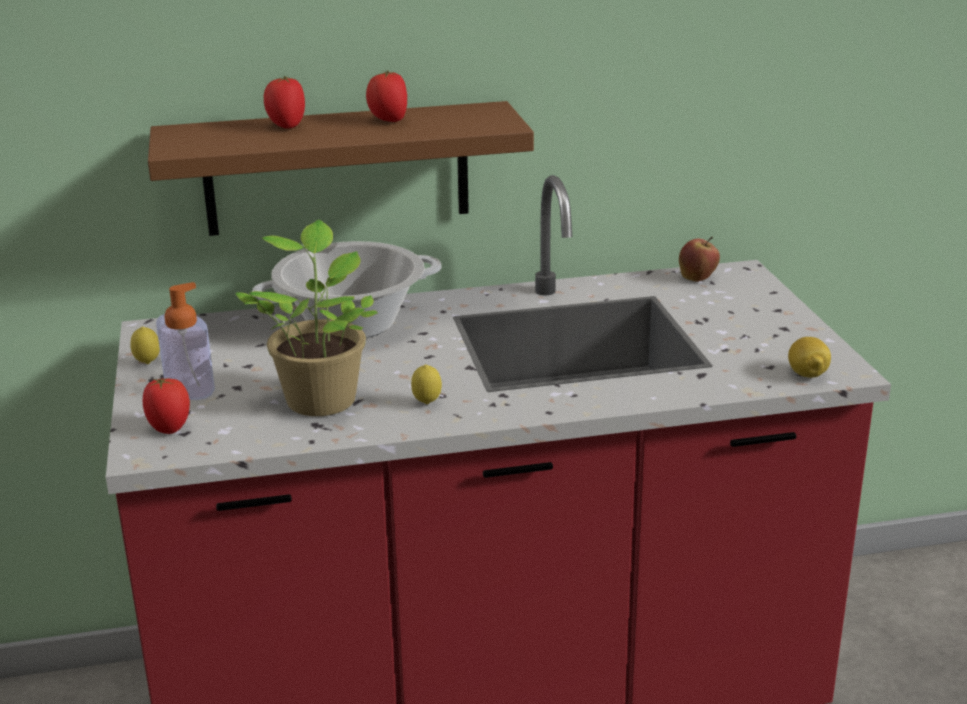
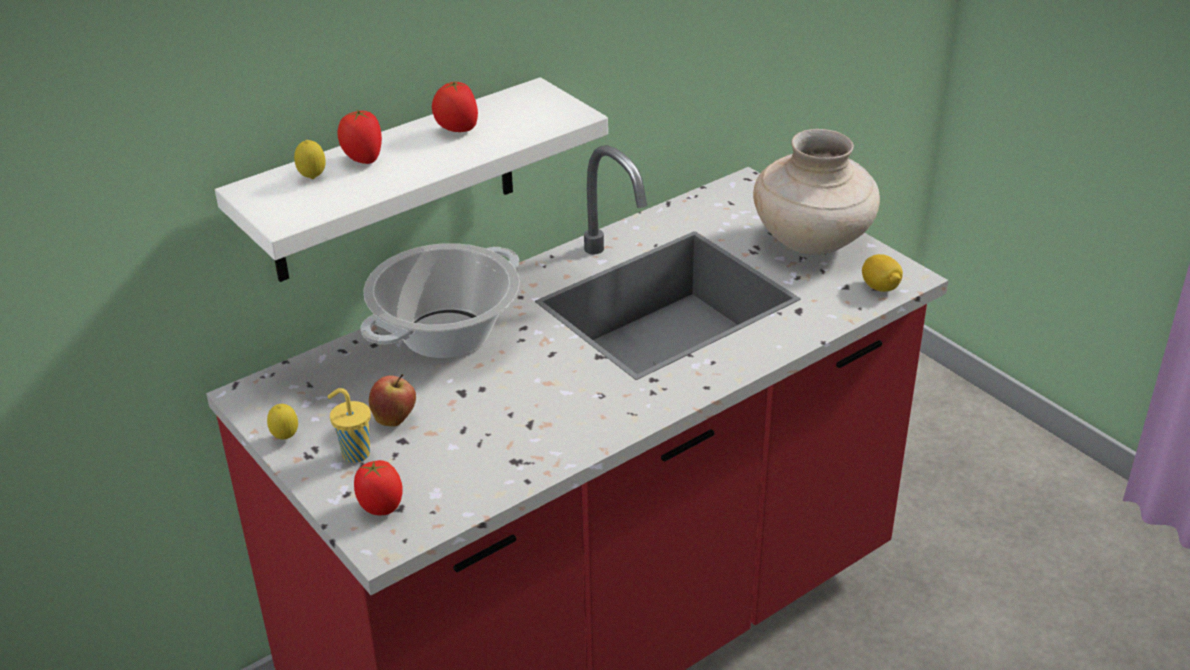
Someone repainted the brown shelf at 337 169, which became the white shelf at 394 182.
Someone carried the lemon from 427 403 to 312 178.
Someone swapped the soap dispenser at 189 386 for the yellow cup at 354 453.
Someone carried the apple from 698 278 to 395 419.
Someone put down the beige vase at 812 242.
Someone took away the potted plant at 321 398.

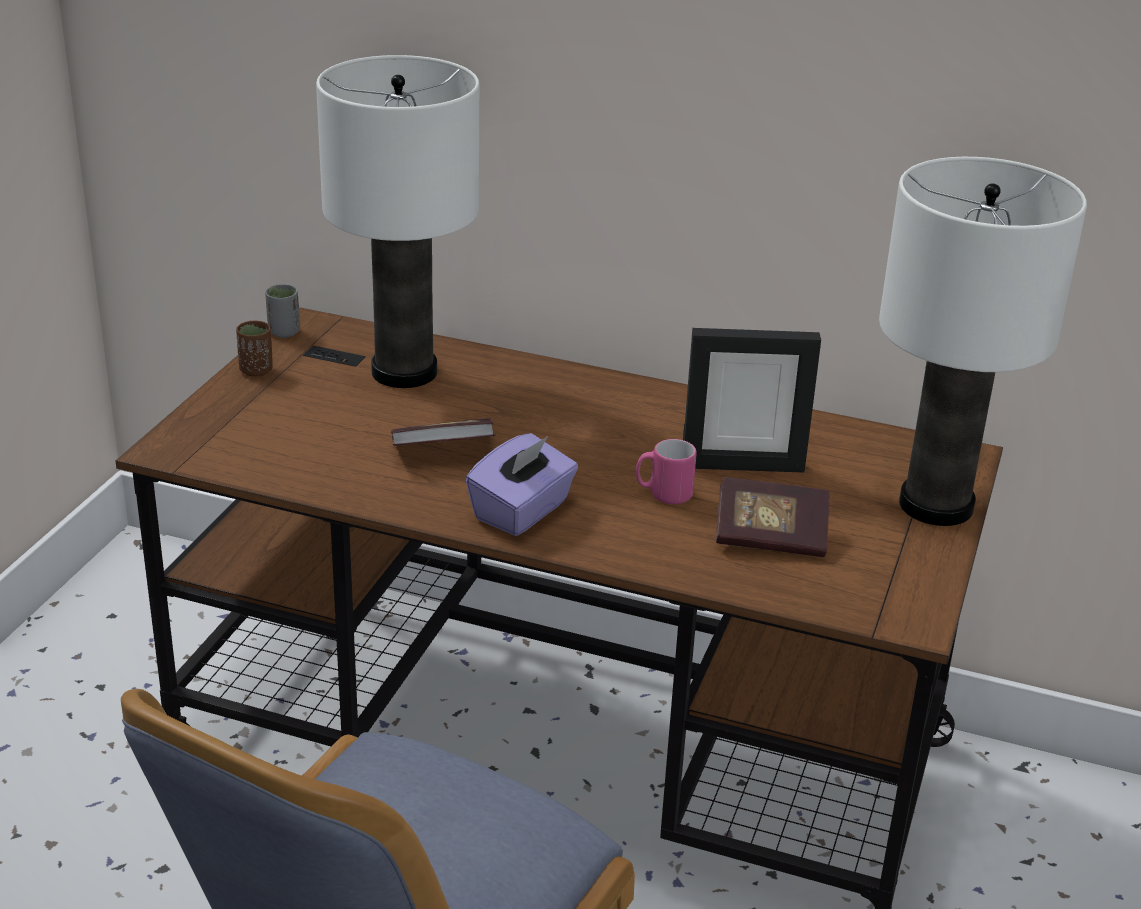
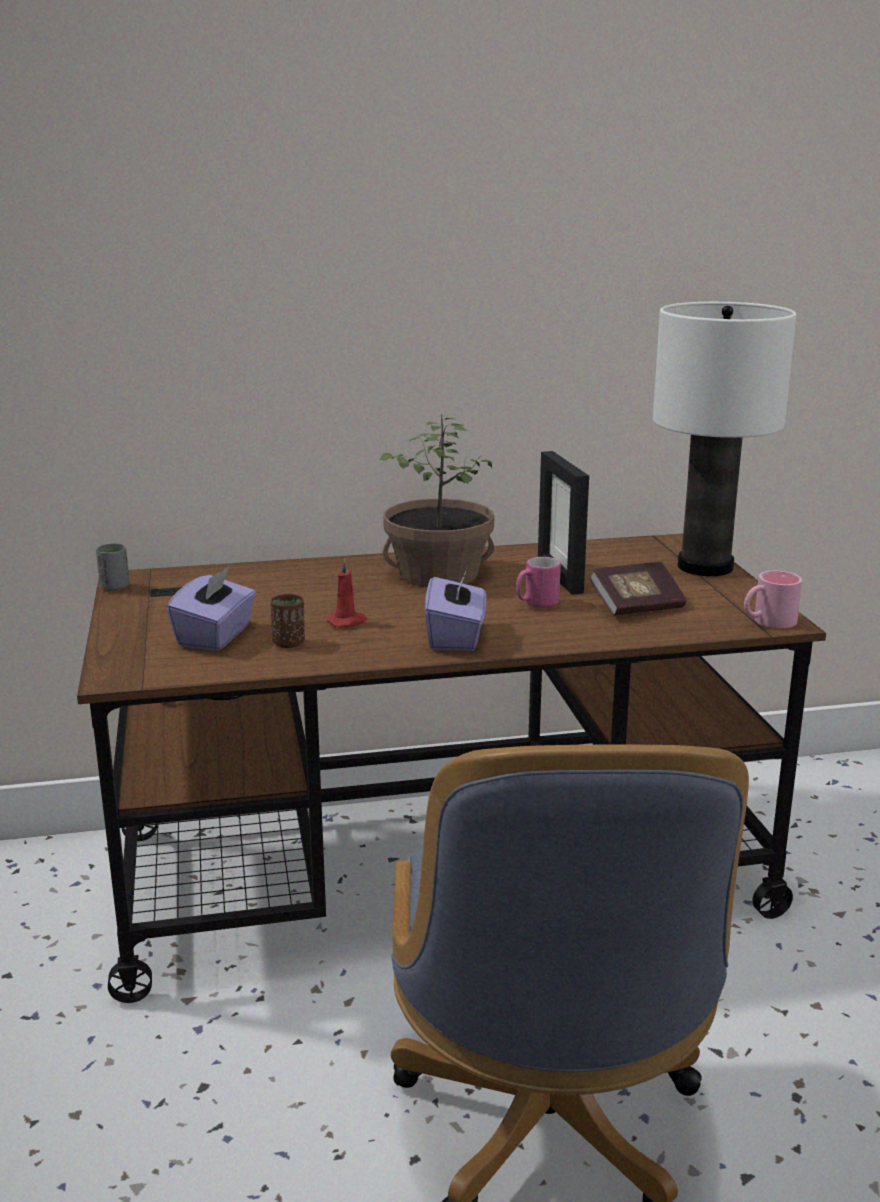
Someone put down the purple tissue box at 215 636.
Someone carried the brown cup from 256 370 to 289 643.
Someone swapped the book at 442 452 for the red candle at 347 622.
Someone put down the potted plant at 438 574.
Someone rotated the picture frame at 742 464 by 105 degrees clockwise.
Someone put down the pink mug at 767 621.
Someone took away the white table lamp at 405 372.

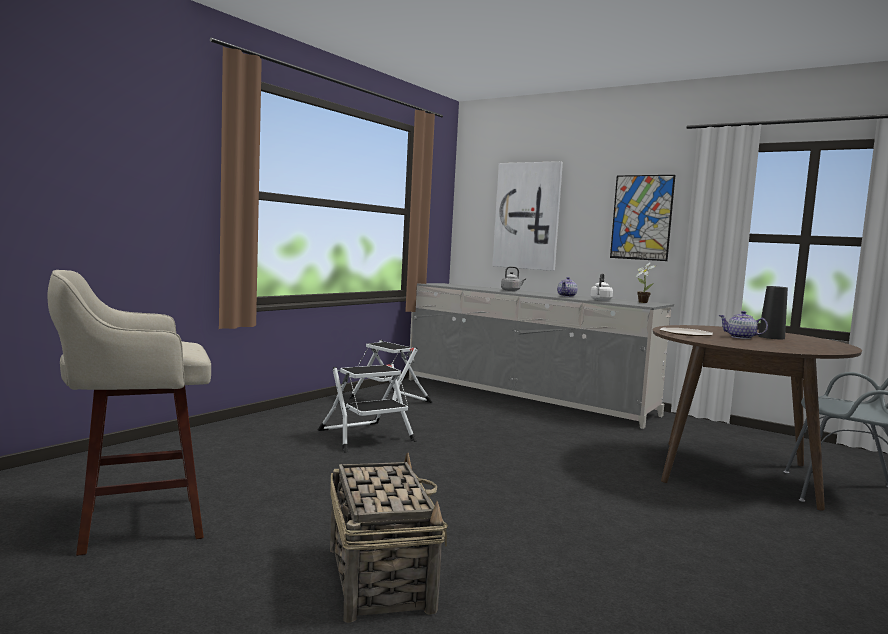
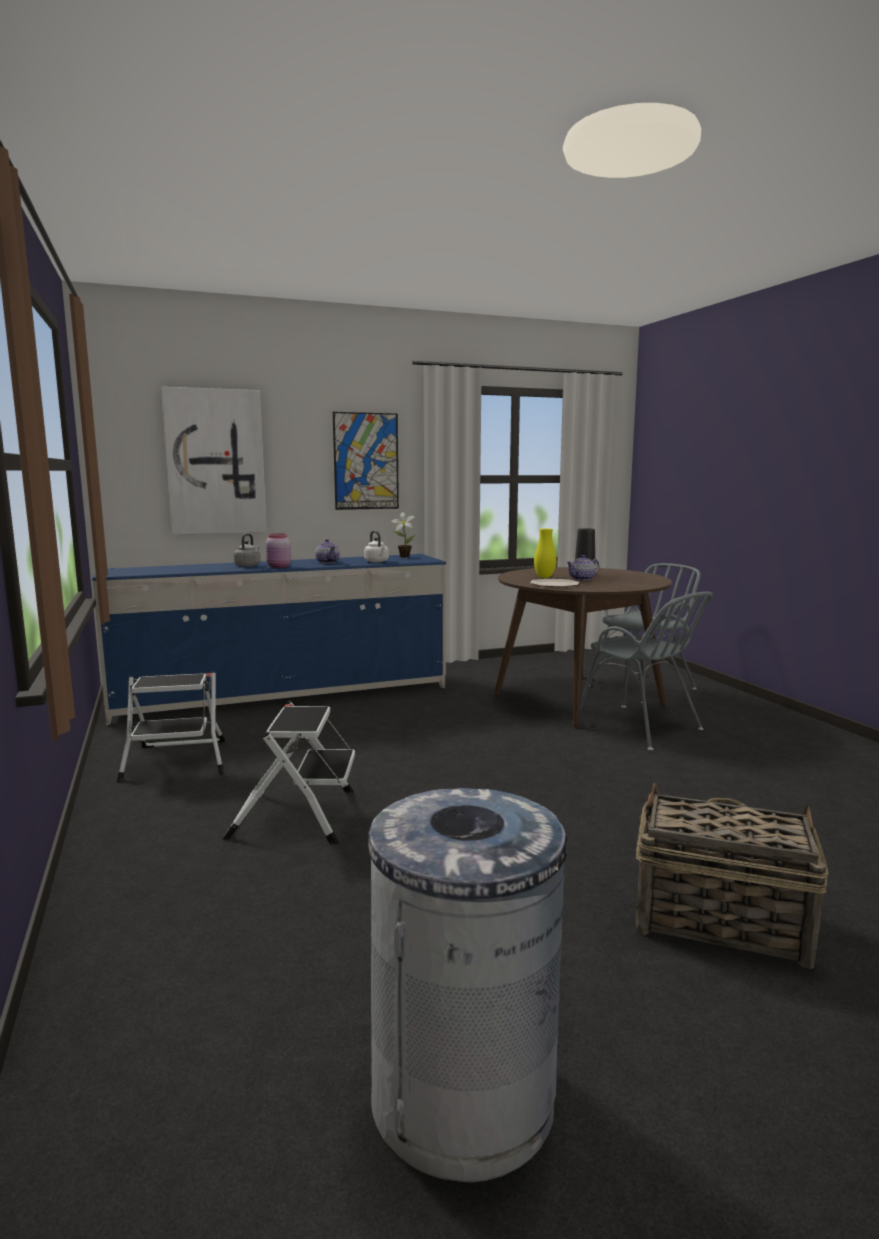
Someone repainted the grey cabinet at 525 396, which became the blue cabinet at 282 694.
Someone put down the pink jar at 279 567.
Someone swapped the beige stool at 134 525 for the grey trash can at 464 1097.
Someone put down the yellow vase at 544 577.
Someone put down the grey chair at 641 727.

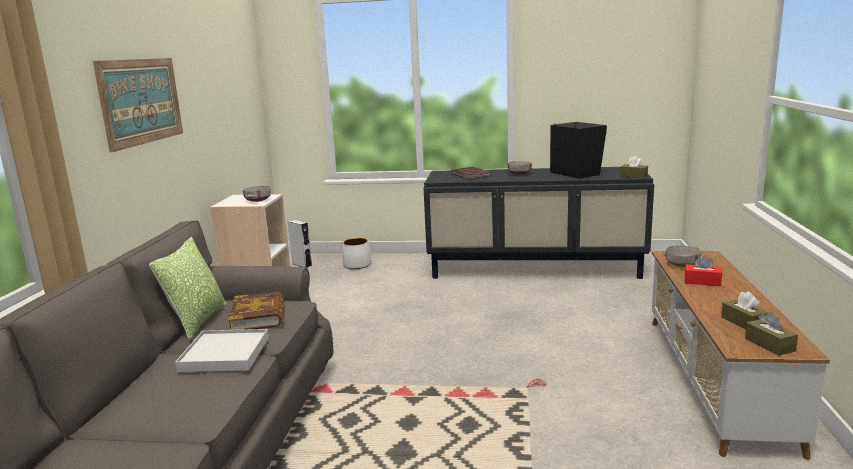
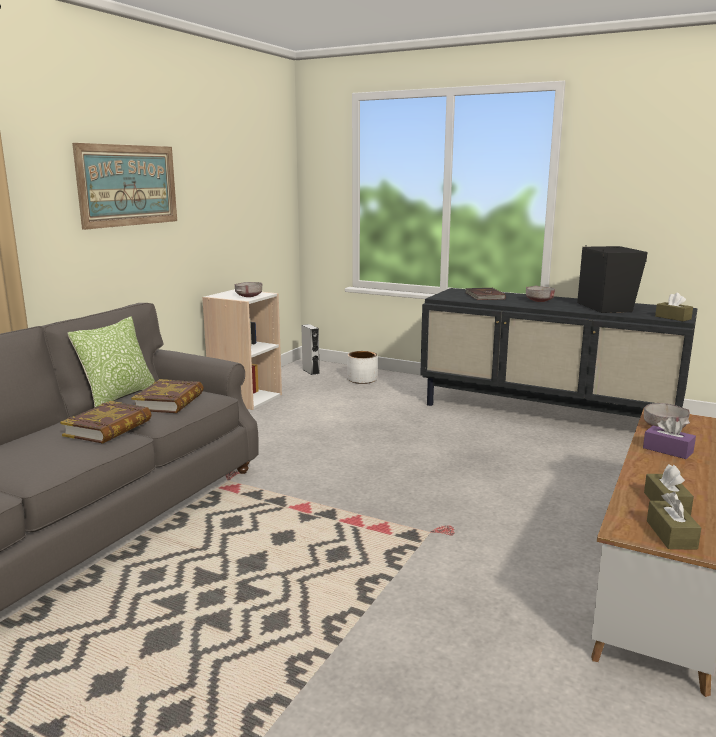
Someone swapped the white tray at 225 354 for the book at 108 428.
Someone repainted the red tissue box at 702 281, which became the purple tissue box at 667 450.

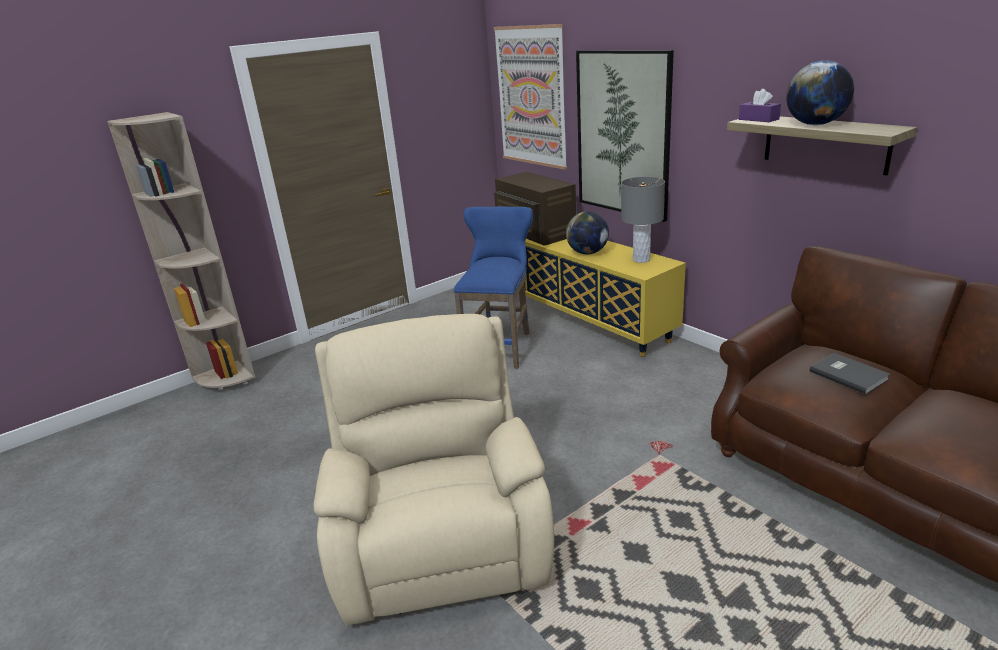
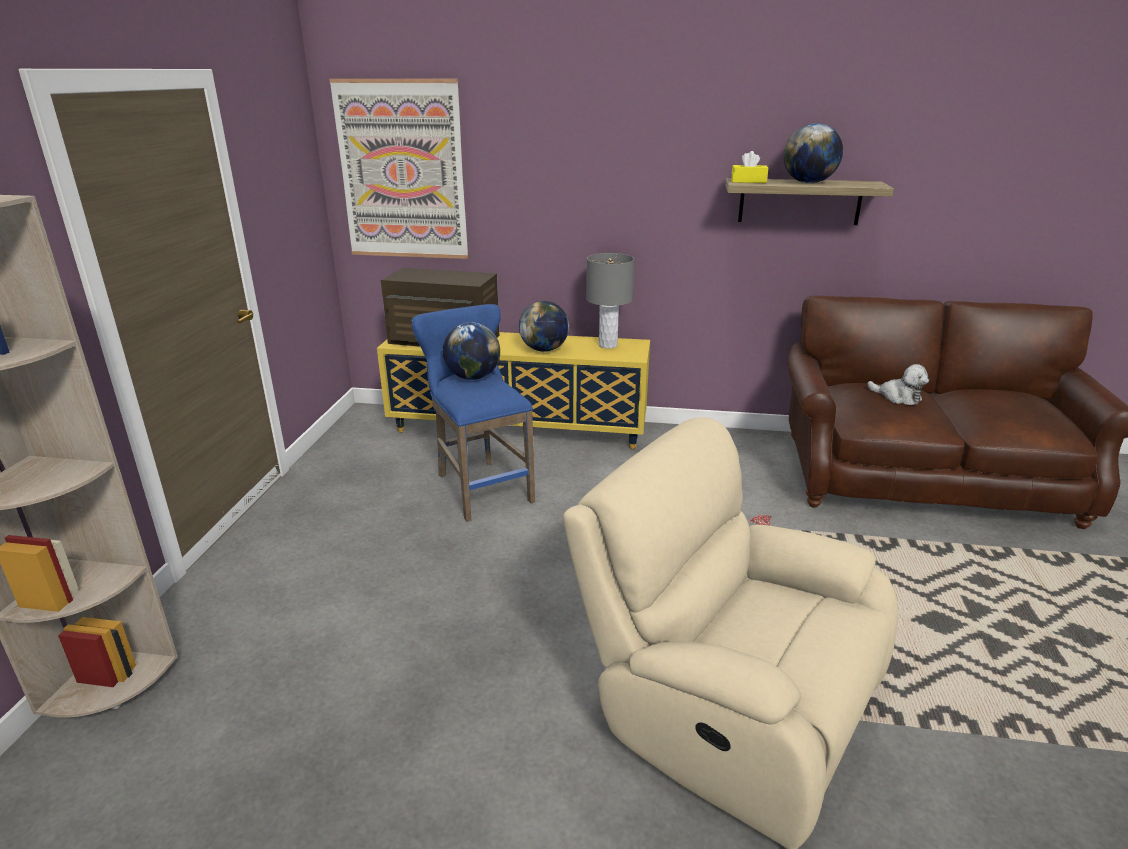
Someone put down the globe at 473 377.
Someone repainted the purple tissue box at 758 119, which became the yellow tissue box at 748 181.
Someone swapped the grey book at 848 374 for the plush toy at 898 397.
Someone took away the picture at 622 134.

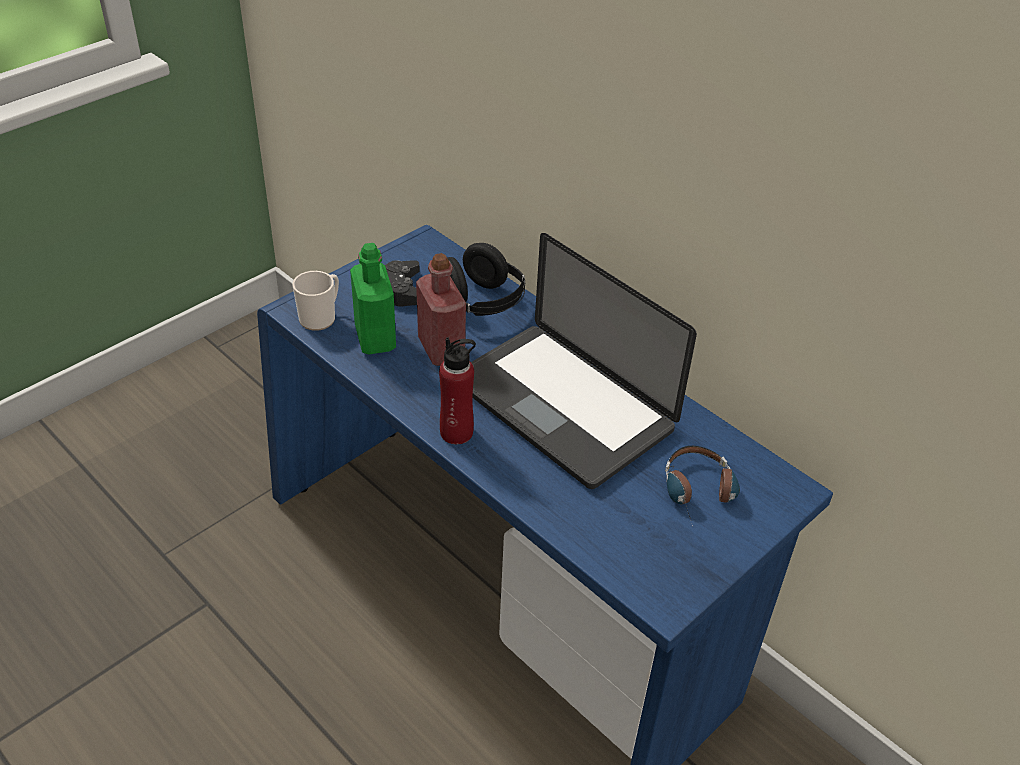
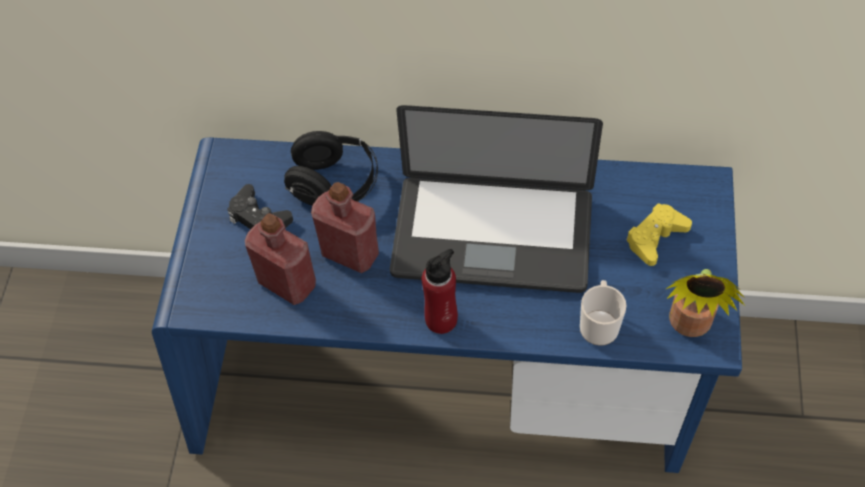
Someone repainted the green bottle at 375 338, which became the red bottle at 287 283.
Someone carried the mug from 320 317 to 599 324.
Someone swapped the headphones at 700 495 for the yellow game controller at 655 237.
Someone put down the potted plant at 689 326.

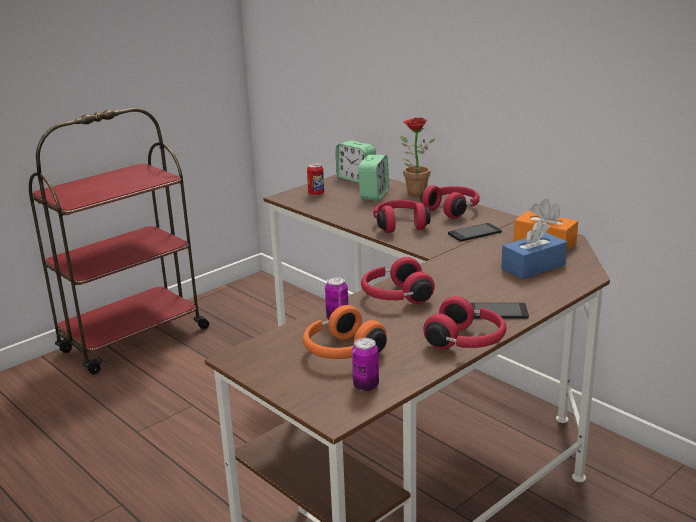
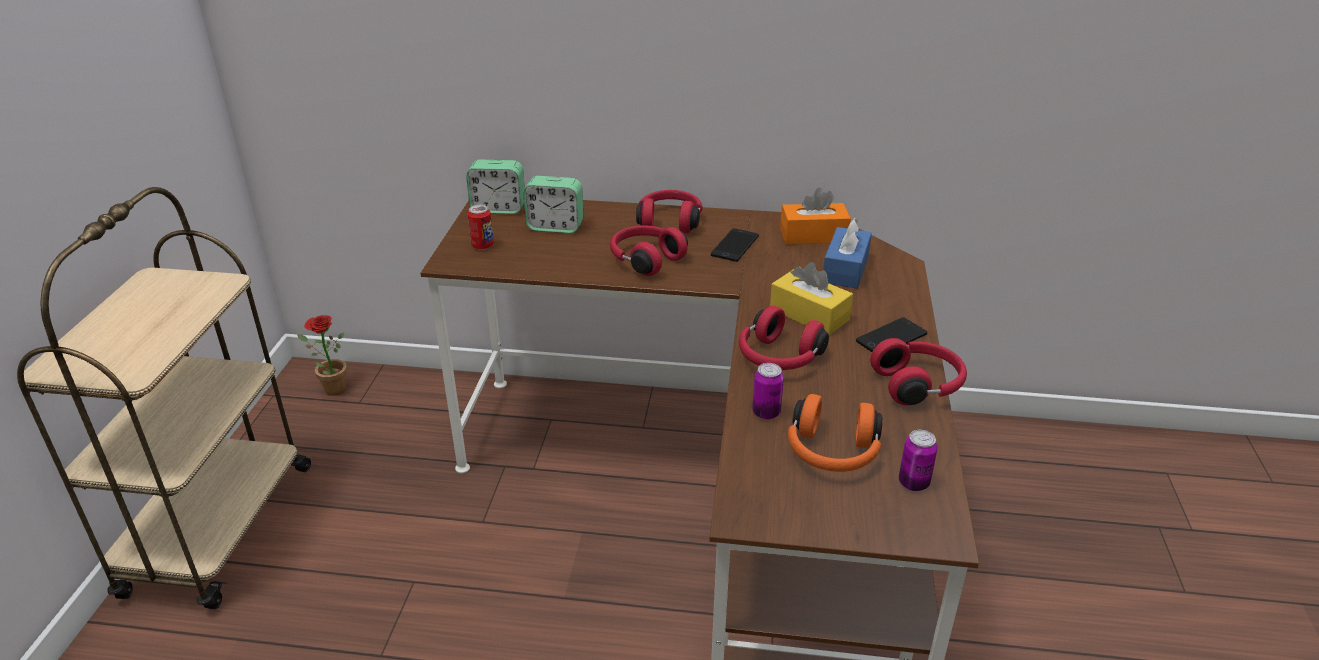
Someone repainted the red cart at 132 340, which became the beige cart at 217 532.
Someone carried the potted plant from 413 191 to 331 389.
Someone rotated the alarm clock at 374 195 by 120 degrees clockwise.
Someone put down the yellow tissue box at 809 314.

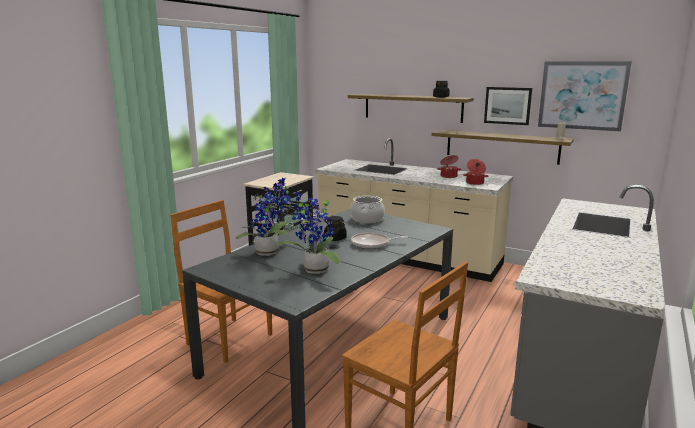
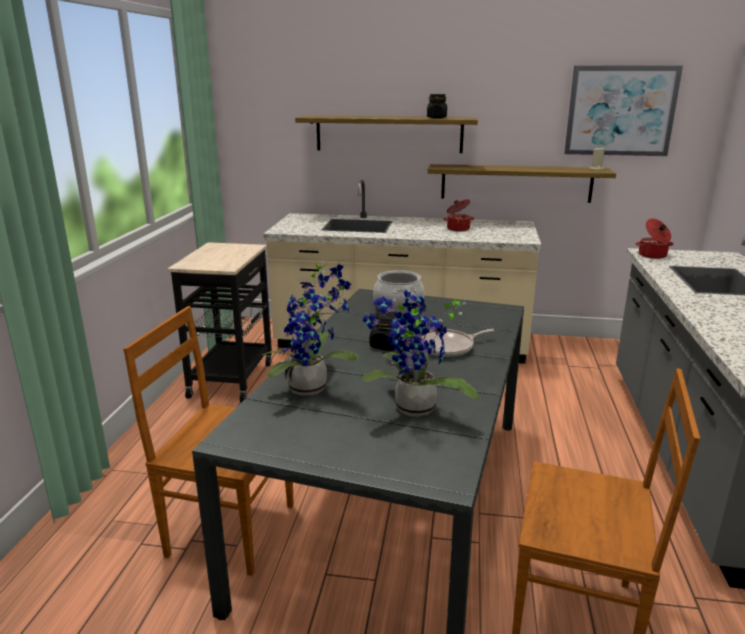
Someone carried the cooking pot from 474 183 to 652 255.
Someone took away the picture at 507 105.

